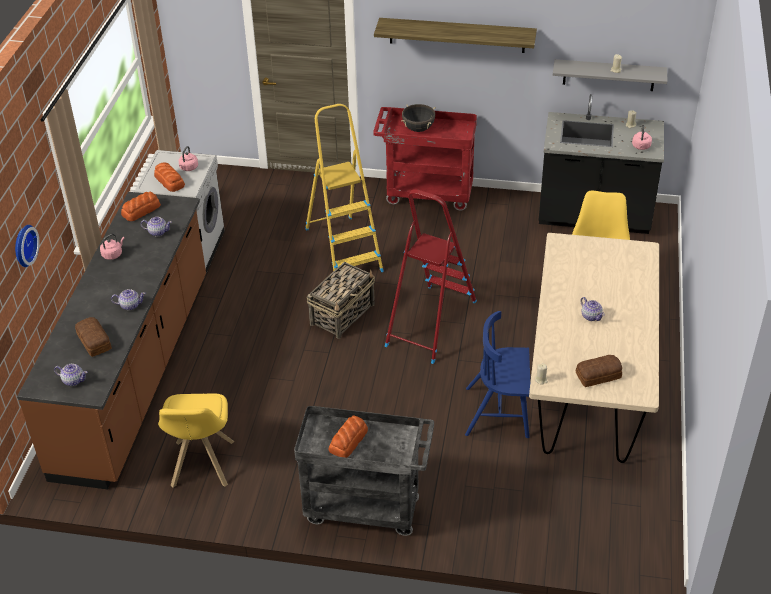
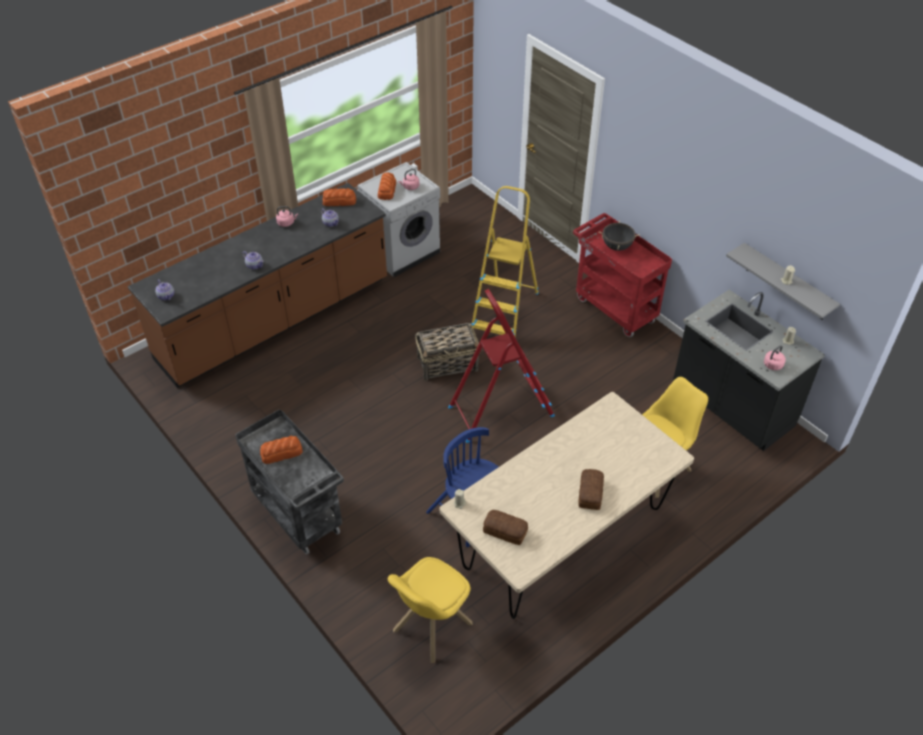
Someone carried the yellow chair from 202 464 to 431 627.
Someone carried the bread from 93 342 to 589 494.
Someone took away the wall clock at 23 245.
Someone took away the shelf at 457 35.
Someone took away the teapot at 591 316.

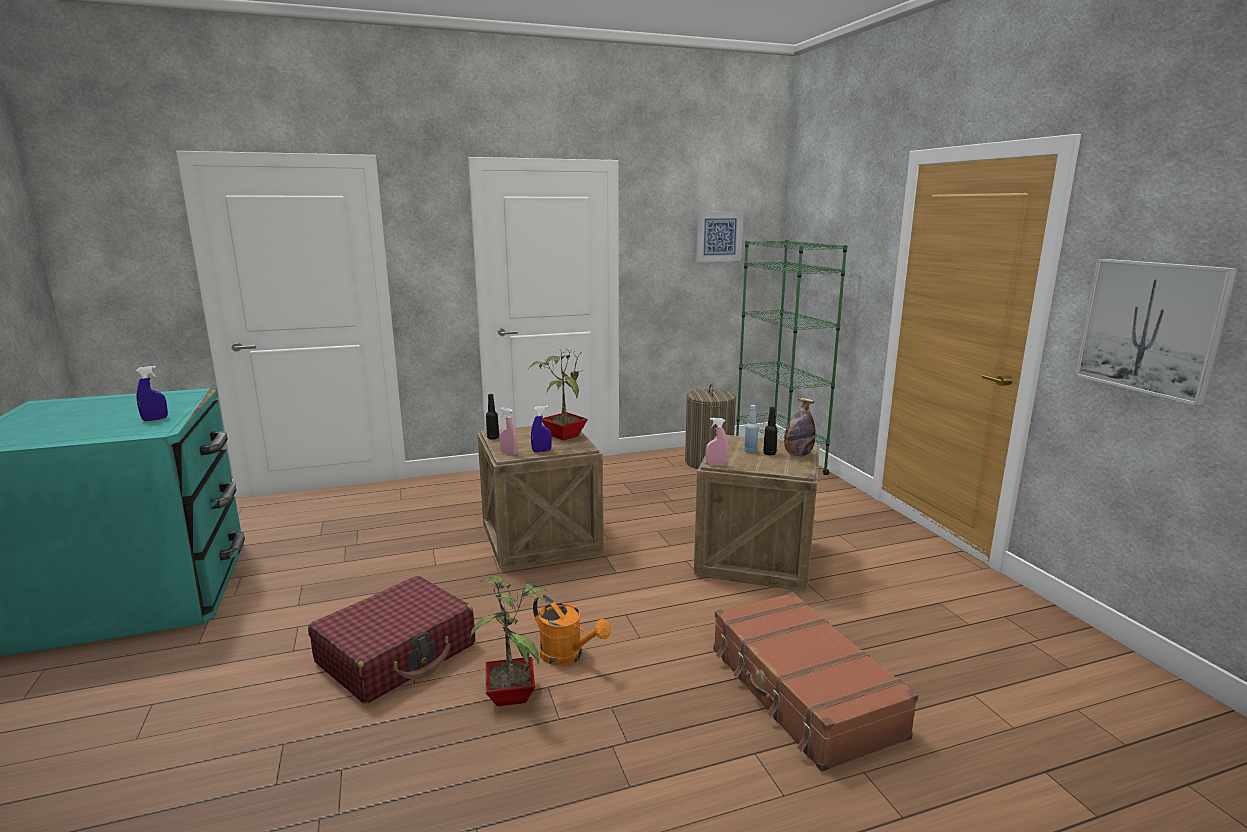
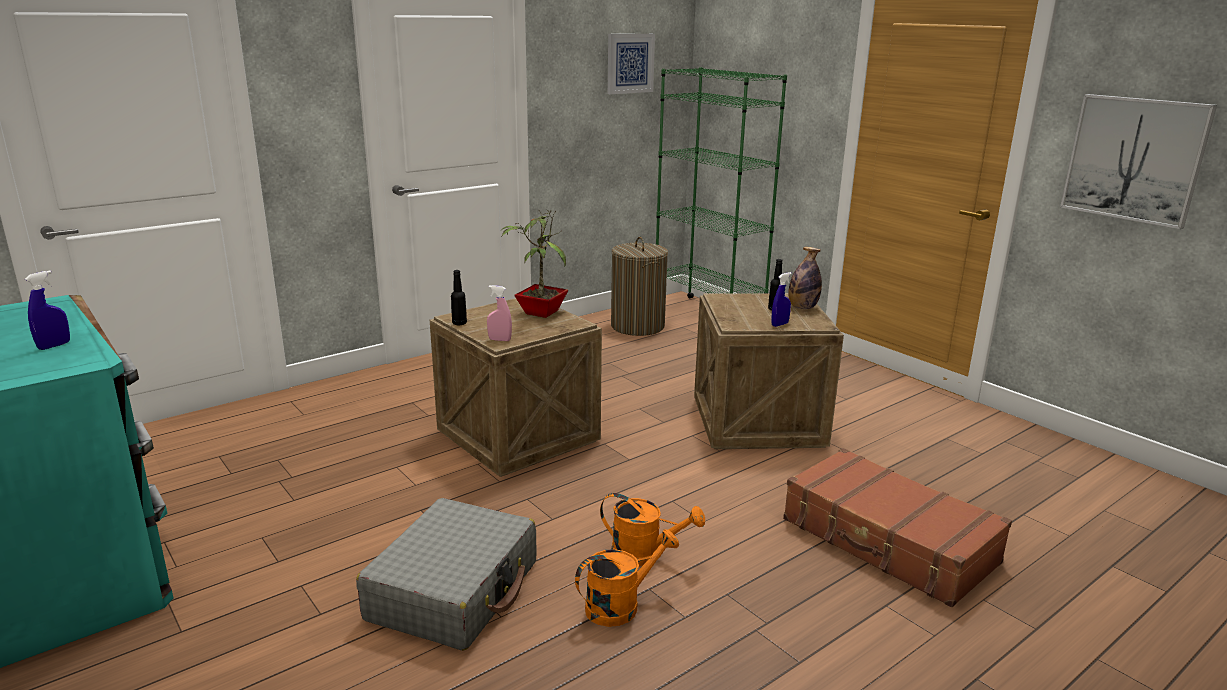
Someone repainted the red suitcase at 397 654, which became the grey suitcase at 454 590.
Someone swapped the potted plant at 513 695 for the orange watering can at 620 605.
Someone carried the blue spray bottle from 541 451 to 779 324.
Someone took away the pink spray bottle at 716 465.
Someone took away the blue bottle at 750 451.

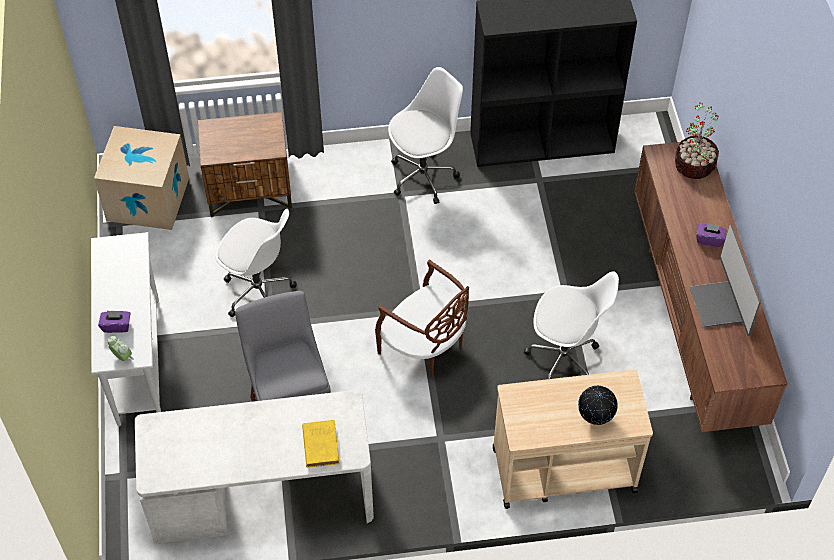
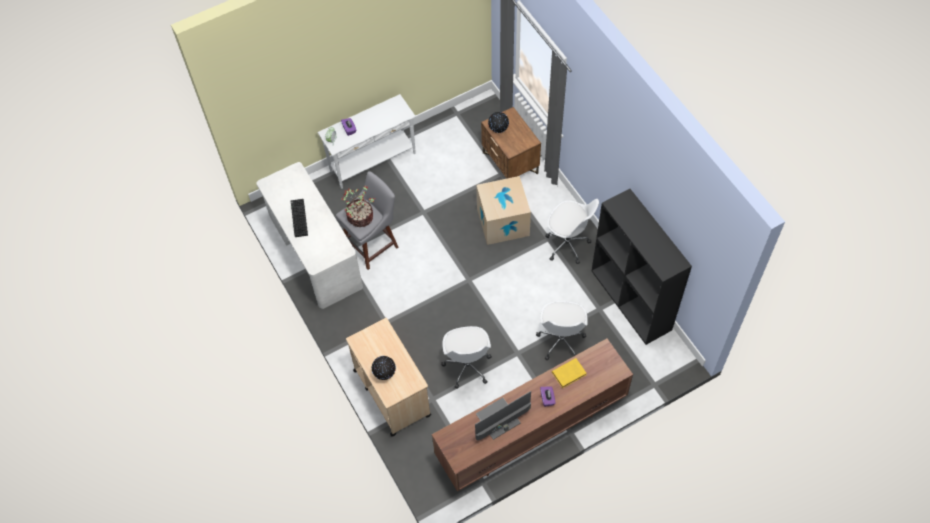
Someone put down the keyboard at 298 218.
Someone carried the potted plant from 694 164 to 361 217.
Someone carried the cardboard box from 148 199 to 503 222.
Someone put down the globe at 498 130.
Someone carried the white office chair from 260 293 to 561 343.
Someone carried the yellow book from 320 444 to 569 373.
Someone took away the brown chair at 425 347.

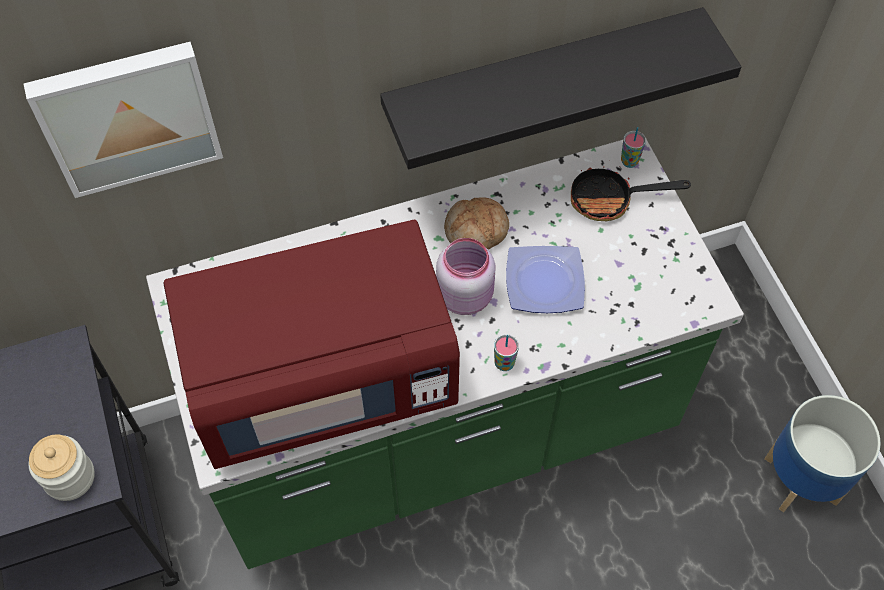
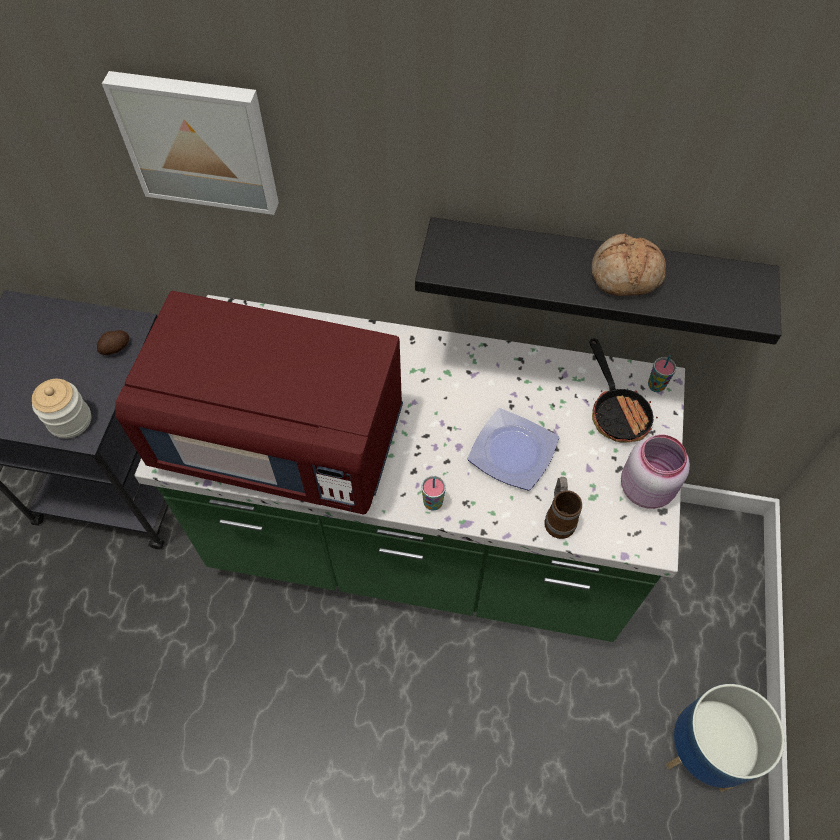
Someone put down the potato at 116 348.
Someone put down the mug at 558 518.
Someone rotated the frying pan at 610 200 by 135 degrees counterclockwise.
Someone carried the bread from 477 232 to 625 276.
Someone carried the pink jar from 465 294 to 646 487.

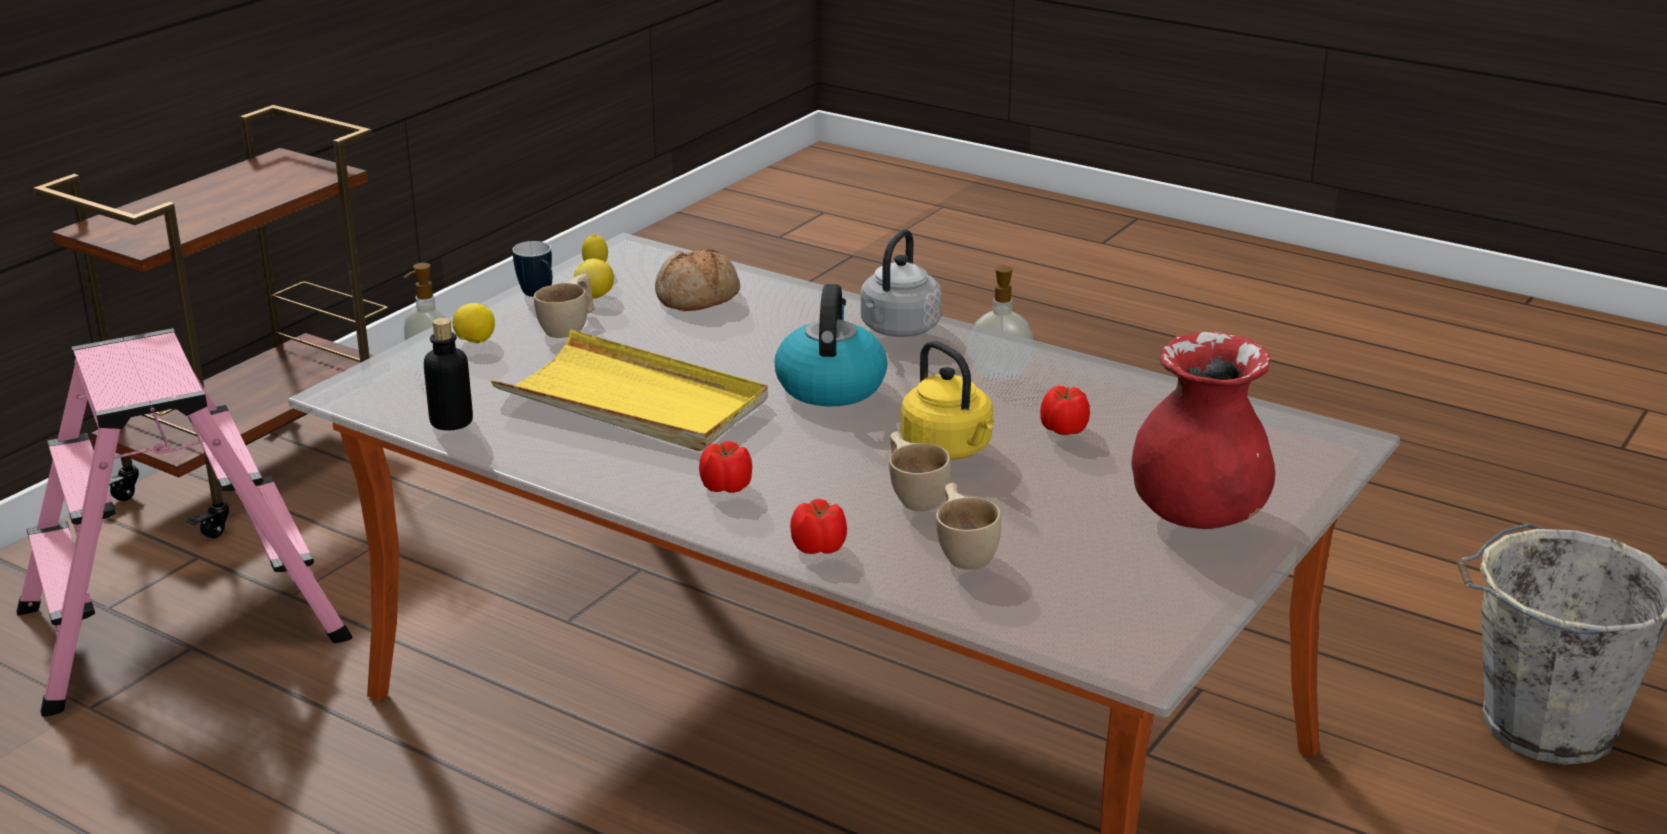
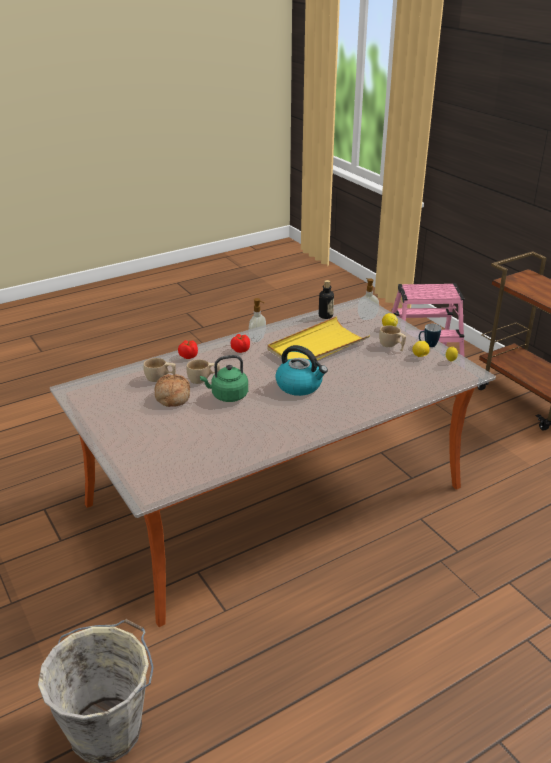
Someone carried the bread from 698 298 to 172 397.
Someone repainted the yellow kettle at 949 450, which became the green kettle at 227 396.
Someone carried the soap dispenser from 999 375 to 258 339.
Someone took away the grey kettle at 898 330.
Someone took away the tomato at 1063 430.
Someone took away the red vase at 1198 516.

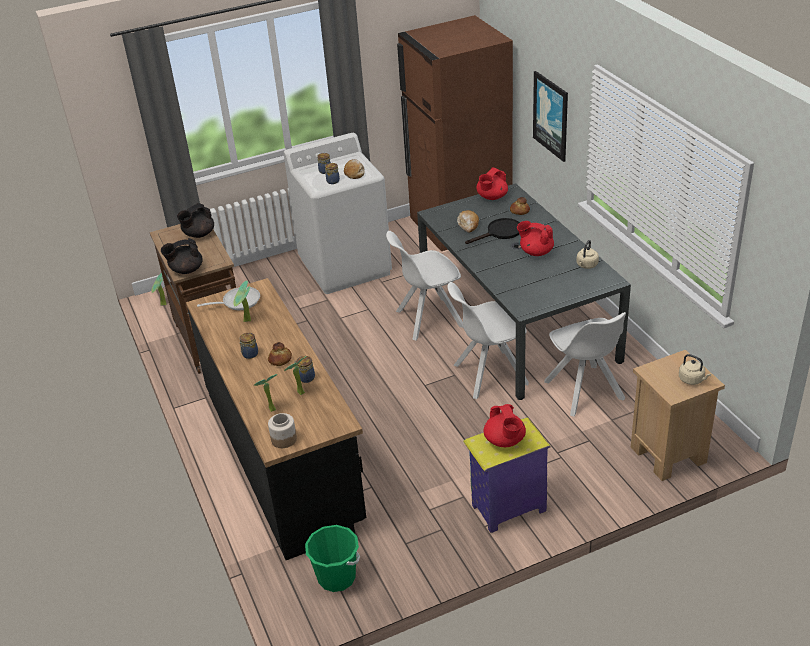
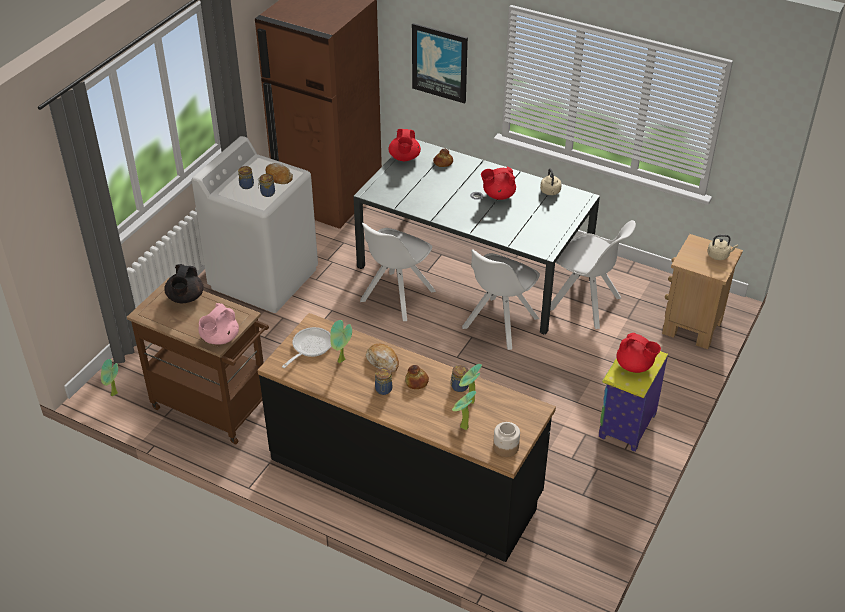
Someone repainted the black teapot at 186 270, which became the pink teapot at 219 338.
Someone carried the bread from 468 224 to 383 361.
Someone took away the green bucket at 337 577.
Someone took away the black frying pan at 500 233.

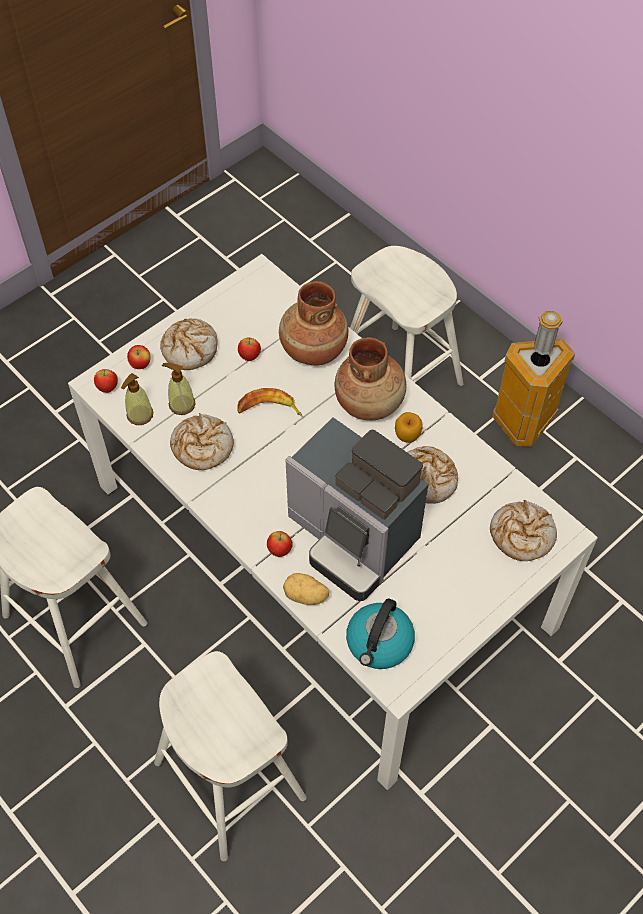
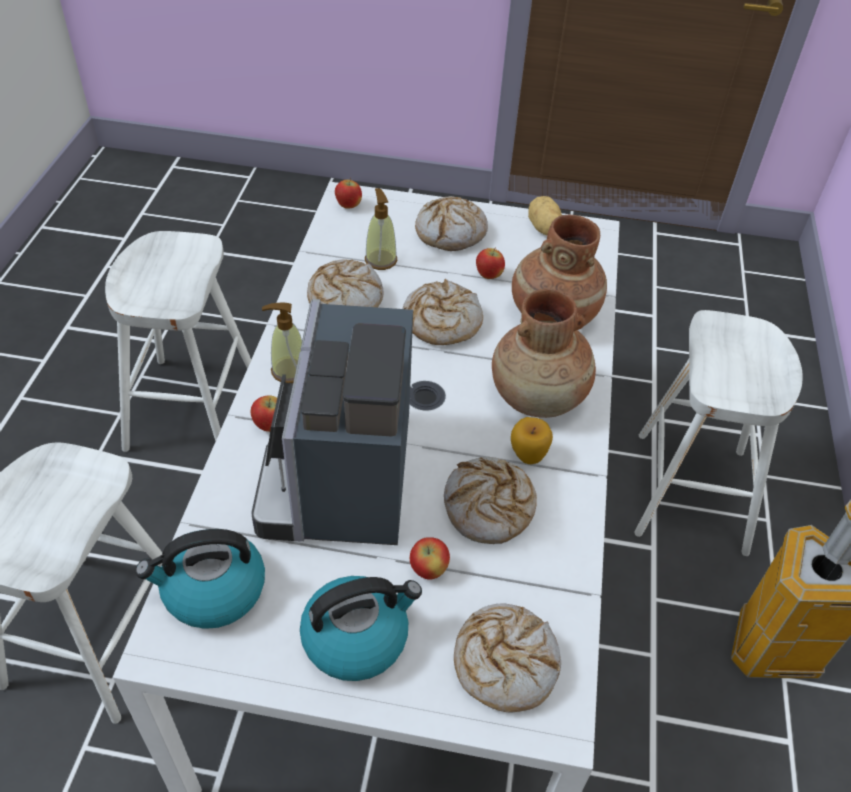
Someone carried the soap dispenser from 139 415 to 289 371.
Someone put down the kettle at 357 637.
Someone swapped the banana at 268 409 for the bread at 441 322.
Someone carried the apple from 140 364 to 429 570.
Someone carried the potato from 305 596 to 543 229.

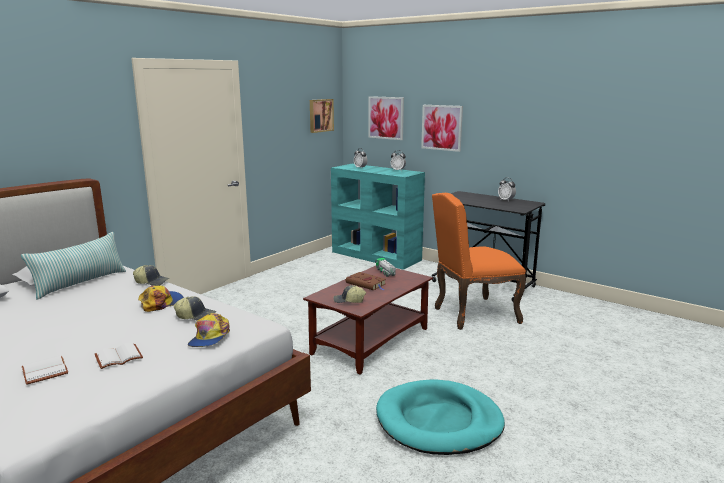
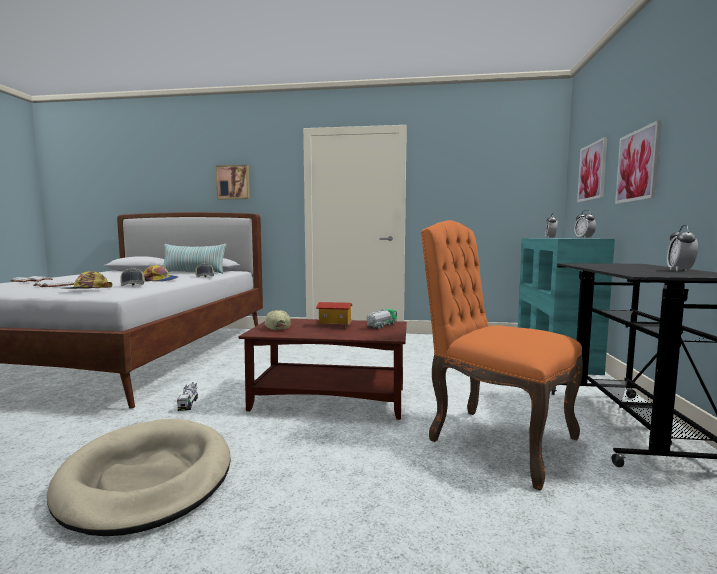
Someone repainted the turquoise dog bed at 439 421, which became the beige dog bed at 147 479.
Someone put down the toy truck at 188 404.
Someone carried the picture from 320 115 to 233 182.
Someone swapped the brown book at 367 284 for the toy house at 334 326.

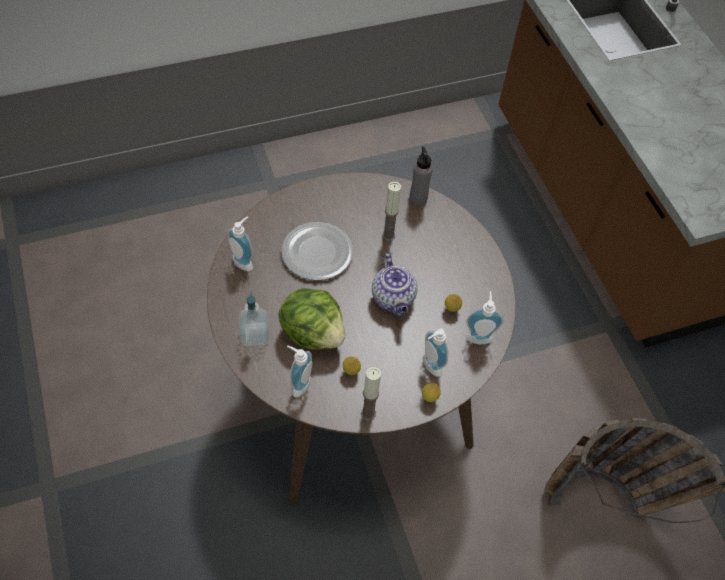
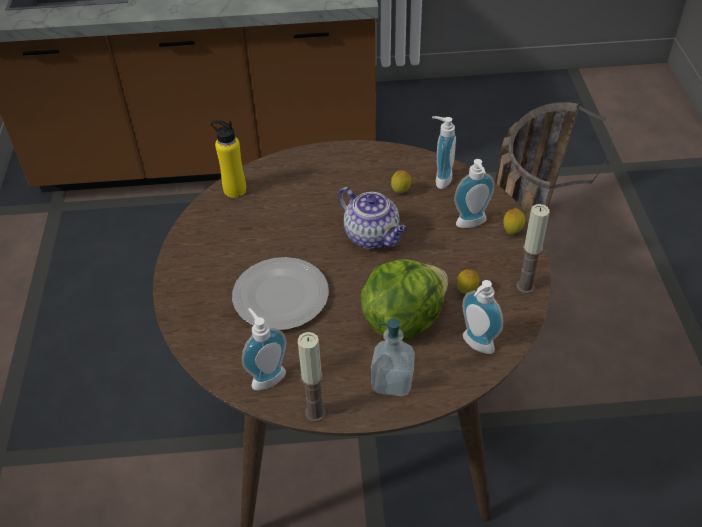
Someone repainted the grey bottle at 418 198, which became the yellow bottle at 234 190.
Someone carried the candle from 388 235 to 315 413.
Someone rotated the teapot at 394 299 by 45 degrees clockwise.

